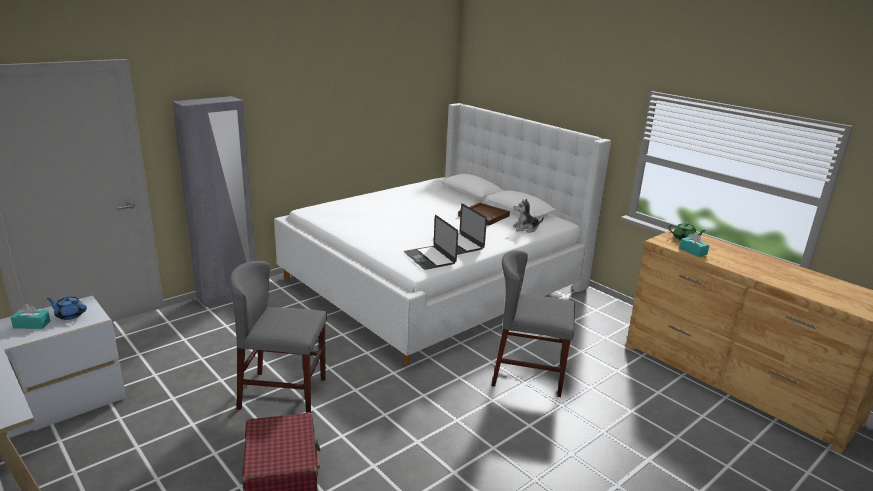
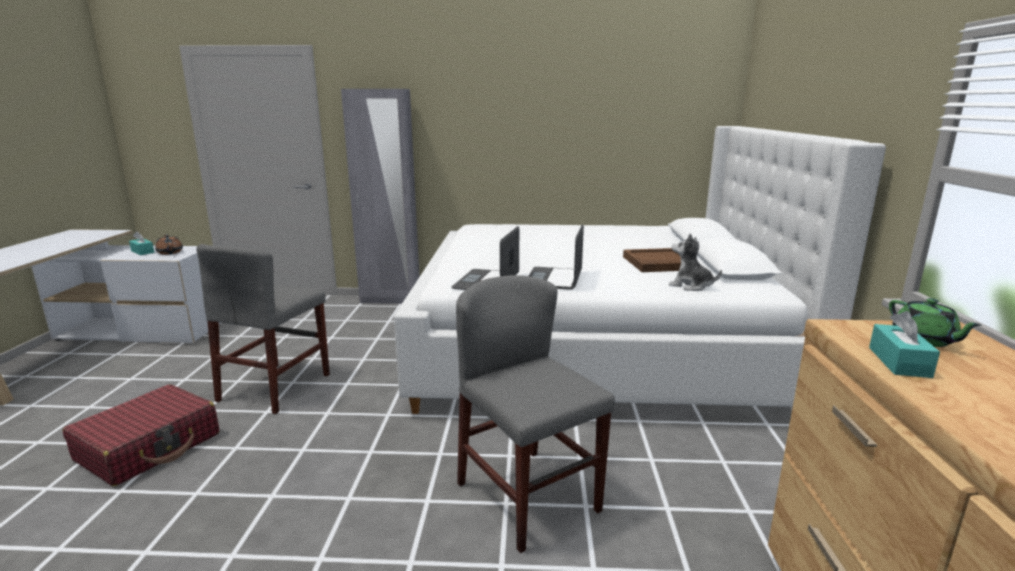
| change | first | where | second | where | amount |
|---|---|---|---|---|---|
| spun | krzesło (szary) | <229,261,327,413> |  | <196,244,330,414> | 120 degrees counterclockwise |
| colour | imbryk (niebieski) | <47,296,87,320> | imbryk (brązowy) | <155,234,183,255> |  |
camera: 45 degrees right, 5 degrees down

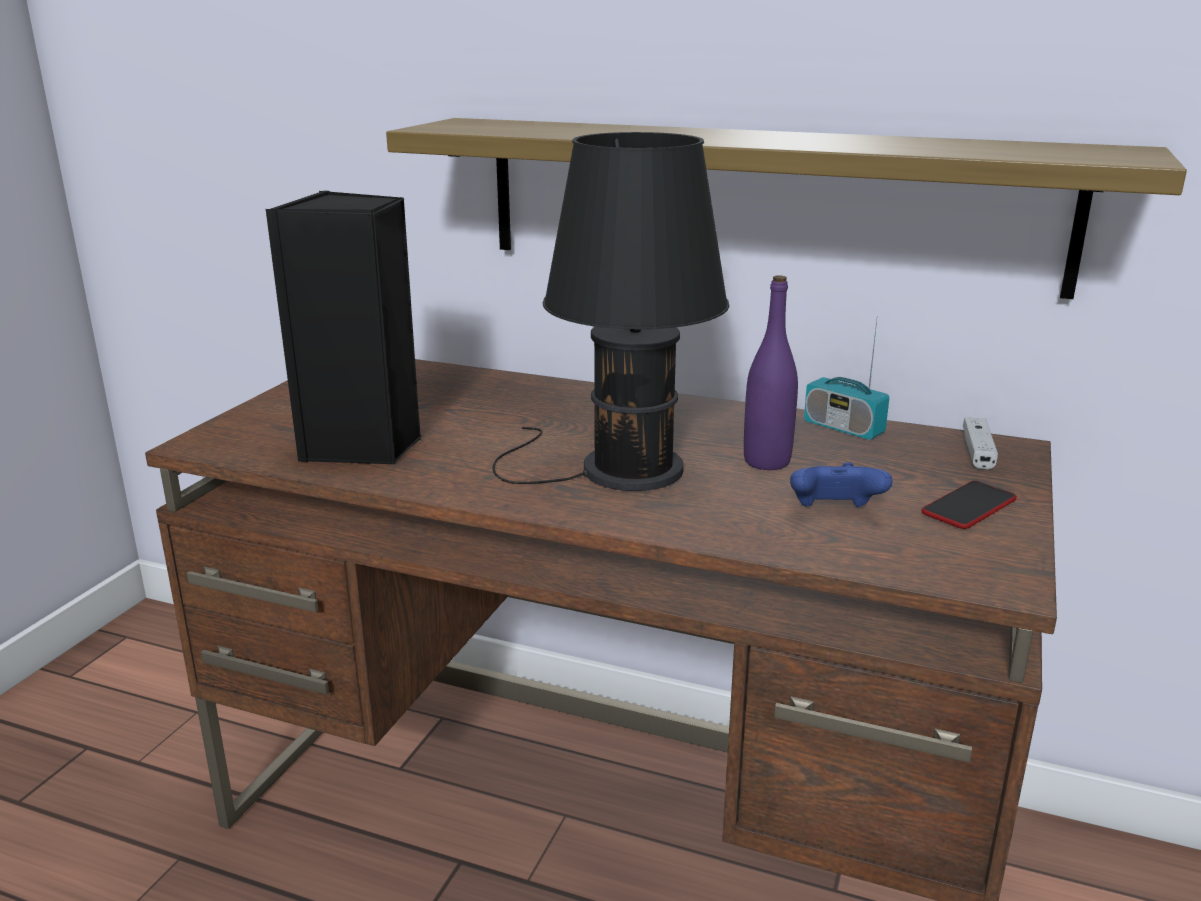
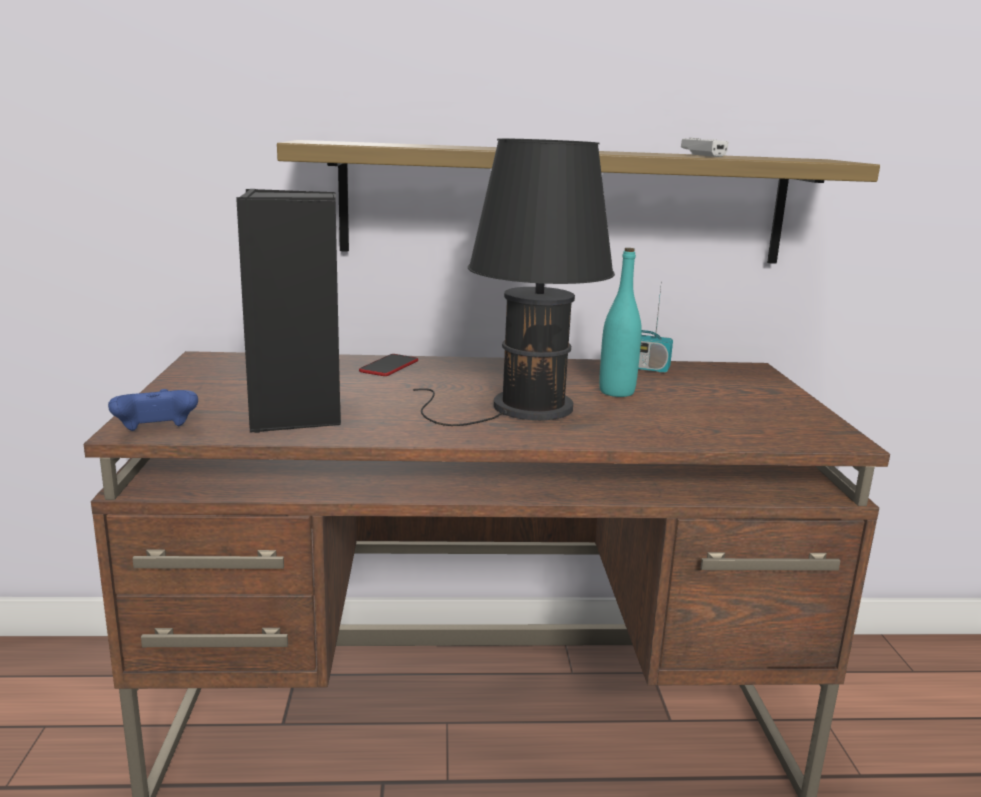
| change | first | where | second | where | amount |
|---|---|---|---|---|---|
| colour | butelka (fioletowy) | <744,275,798,470> | butelka (turkusowy) | <599,248,642,397> |  |
| relocated | pad do gier (biały) | <963,417,998,470> |  | <681,138,728,157> |  |
| relocated | pad do gier (niebieski) | <790,462,893,507> |  | <108,389,198,431> |  |
| relocated | telefon | <921,481,1017,529> |  | <359,354,418,376> |  |
camera: 25 degrees left, 5 degrees down

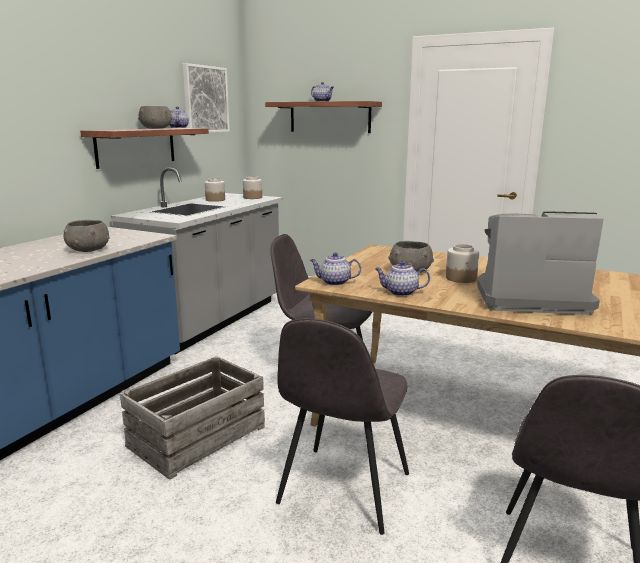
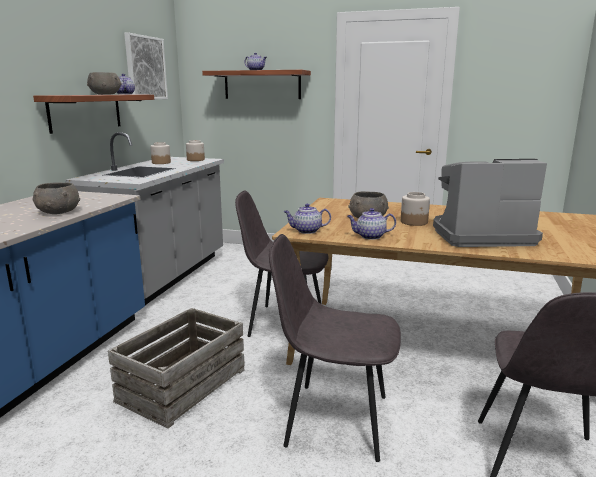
| change | first | where | second | where | amount |
|---|---|---|---|---|---|
| spun | krzesło (szary) | <276,318,409,535> |  | <269,234,401,462> | 90 degrees clockwise |
camera: 10 degrees left, 0 degrees up

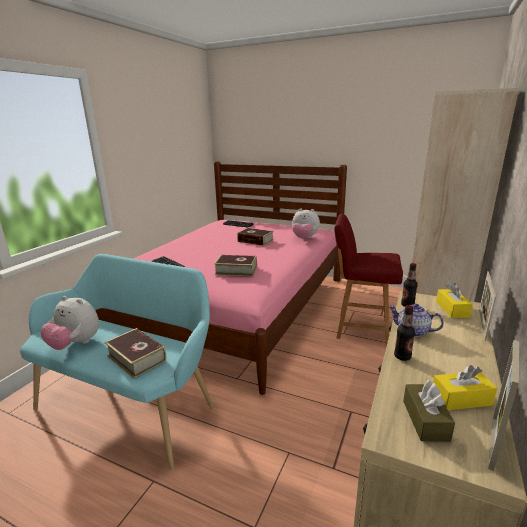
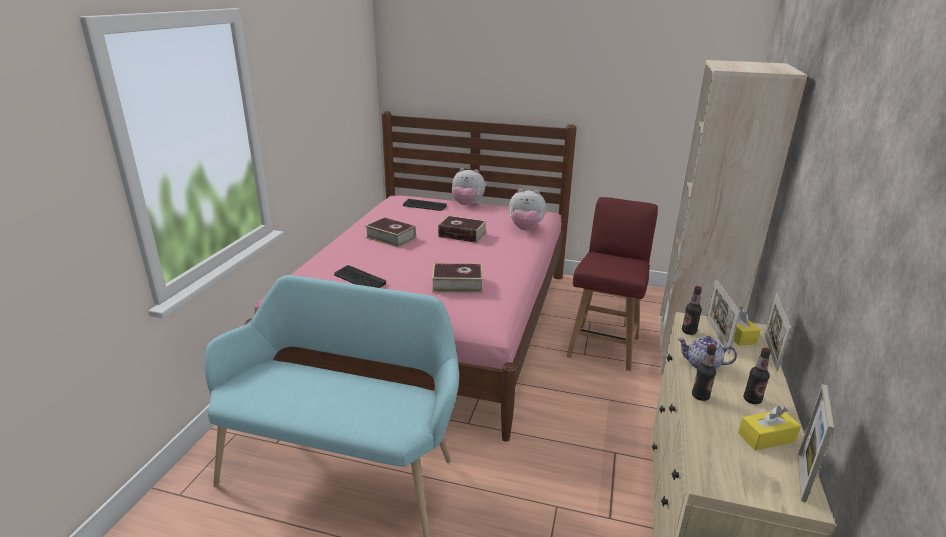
| change | first | where | second | where | amount |
|---|---|---|---|---|---|
| spun | krzesło (czerwony) | <335,214,403,345> |  | <567,197,658,371> | 105 degrees clockwise |
| relocated | pluszak | <40,296,99,350> |  | <452,168,485,205> |  |
| relocated | książka | <104,328,166,378> |  | <365,217,416,248> |  |
| missing | pudełko chusteczek (brązowy) | <403,380,455,442> |  |  |  |
| appeared |  |  | ramka na zdjęcie | <707,279,740,354> |  |
| appeared |  |  | butelka | <744,348,771,404> |  |
camera: 10 degrees left, 5 degrees up

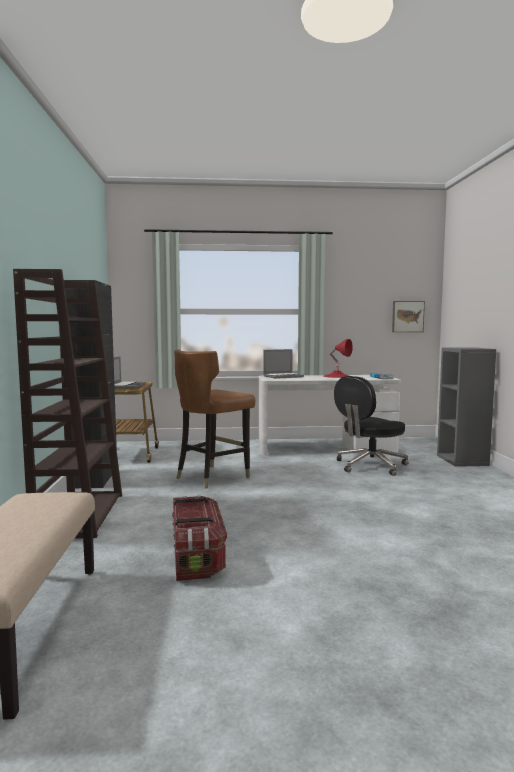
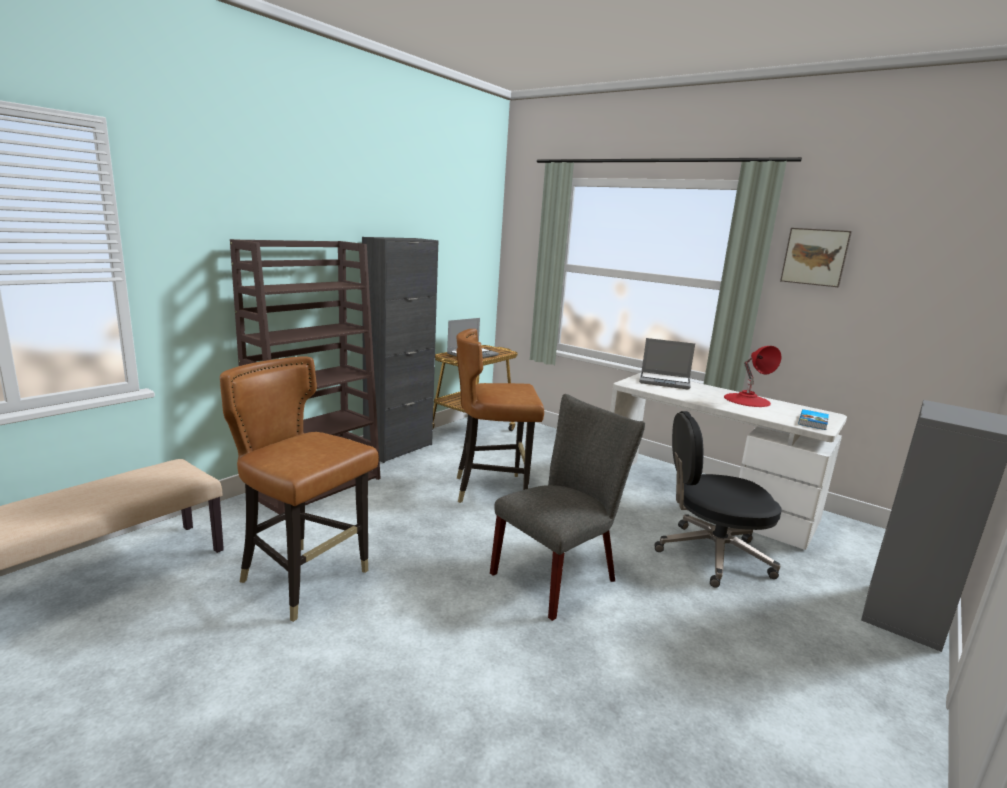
| change | first | where | second | where | amount |
|---|---|---|---|---|---|
| relocated | obraz | <392,301,425,332> |  | <780,228,852,287> |  |
| exchanged | pojemnik do przechowywania | <172,495,227,581> | krzesło (brązowy) | <220,356,379,622> |  |
| appeared |  |  | krzesło (szary) | <490,394,645,621> |  |
camera: 40 degrees right, 10 degrees up

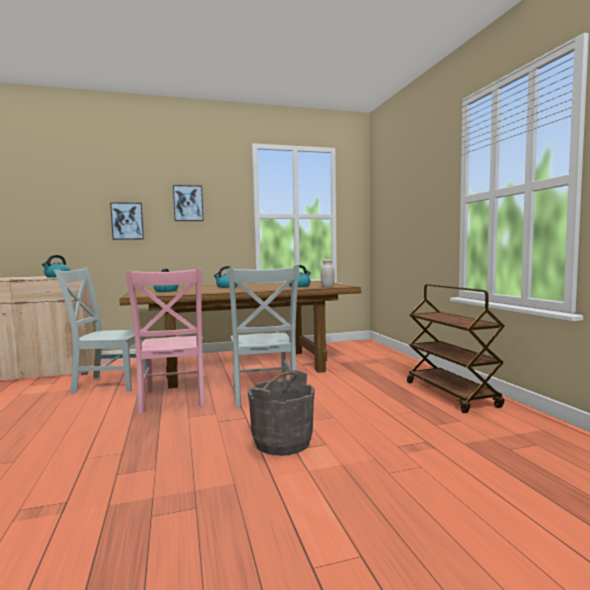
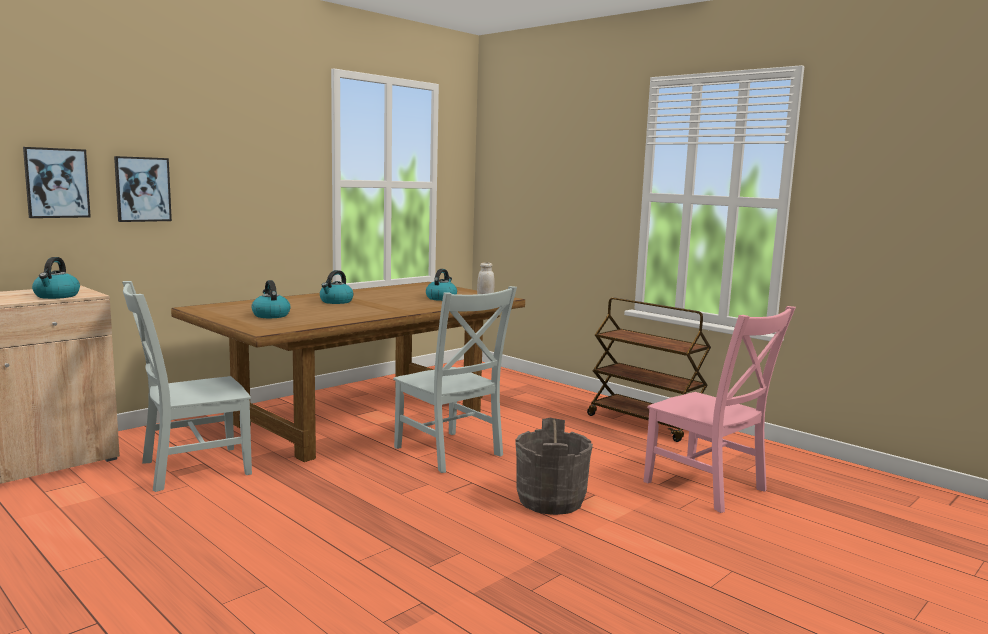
| change | first | where | second | where | amount |
|---|---|---|---|---|---|
| relocated | obraz | <173,185,204,221> |  | <23,147,91,218> |  |
| relocated | krzesło (różowy) | <125,268,205,413> |  | <643,306,796,513> |  |
camera: 30 degrees left, 5 degrees up

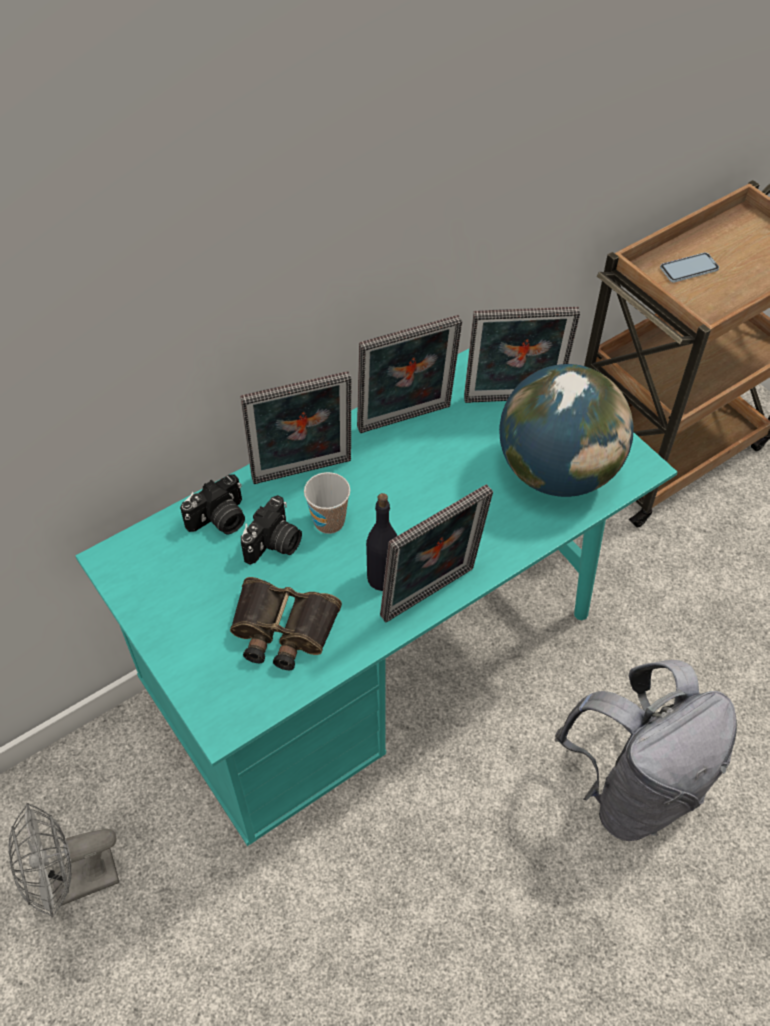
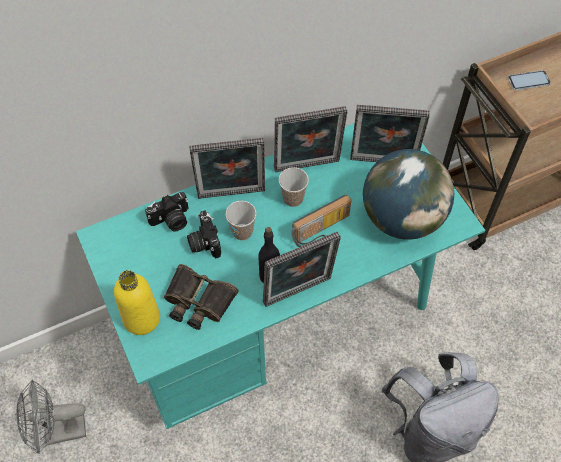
| change | first | where | second | where | amount |
|---|---|---|---|---|---|
| spun | aparat fotograficzny | <241,495,302,565> |  | <187,210,221,258> | 120 degrees clockwise |
| appeared |  |  | filiżanka | <279,167,309,207> |  |
| appeared |  |  | radio | <291,195,351,247> |  |
| appeared |  |  | butelka (żółty) | <114,270,160,335> |  |
camera: 10 degrees right, 5 degrees up

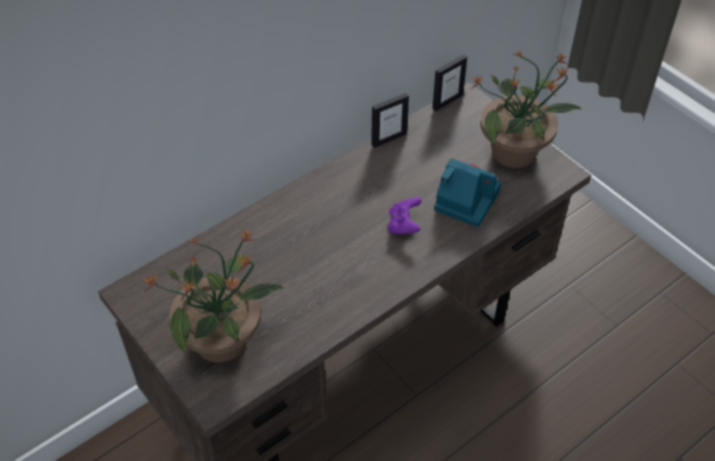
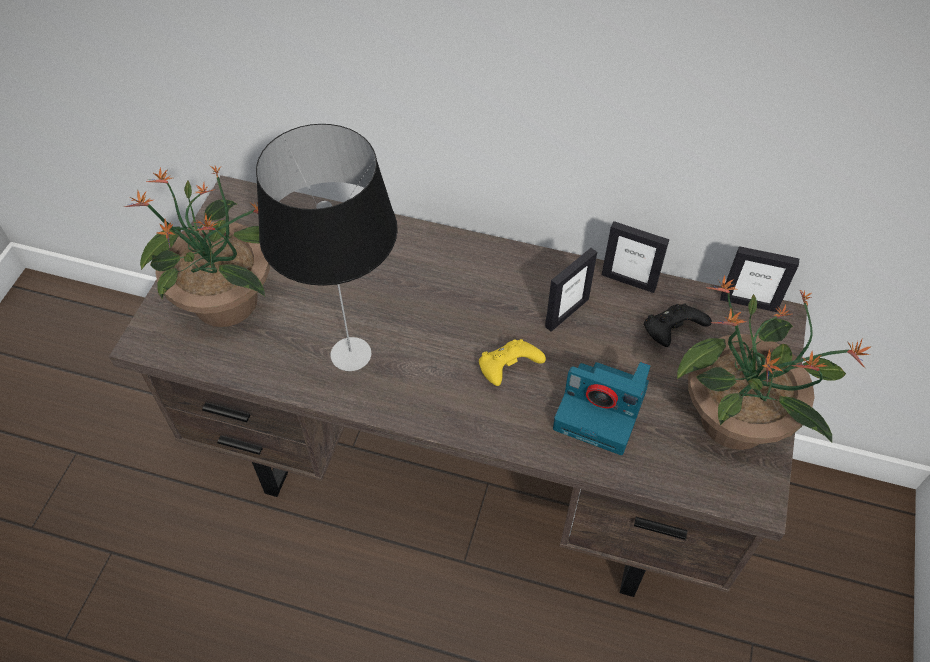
| change | first | where | second | where | amount |
|---|---|---|---|---|---|
| spun | aparat fotograficzny | <434,158,501,227> |  | <553,362,650,455> | 120 degrees clockwise |
| colour | pad do gier (fioletowy) | <388,197,422,235> | pad do gier (żółty) | <479,339,546,386> |  |
| appeared |  |  | lampa stołowa | <256,124,398,371> |  |
| appeared |  |  | ramka na zdjęcie | <545,248,597,332> |  |
| appeared |  |  | pad do gier (czarny) | <644,303,712,347> |  |
camera: 55 degrees right, 5 degrees up

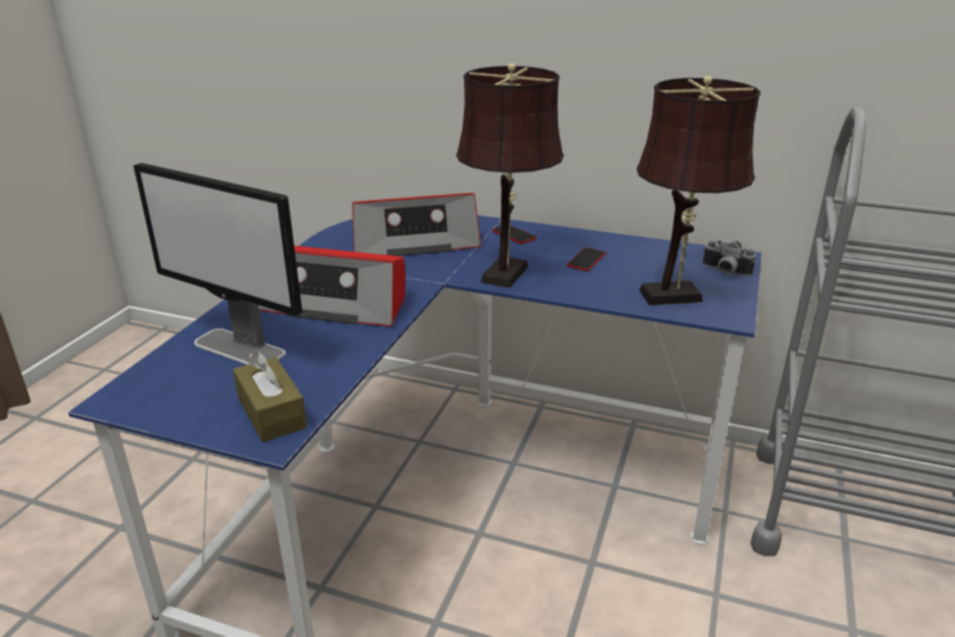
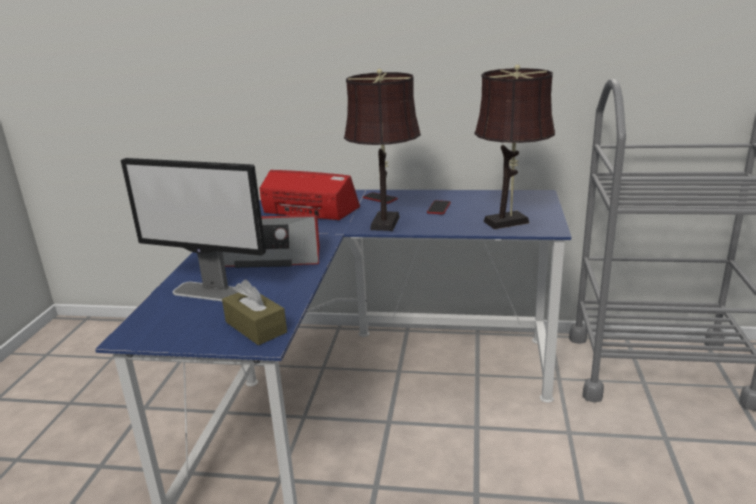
| change | first | where | second | where | amount |
|---|---|---|---|---|---|
| spun | radio | <352,193,481,256> |  | <260,170,360,220> | 135 degrees counterclockwise |
| missing | aparat fotograficzny | <703,240,756,277> |  |  |  |
camera: 10 degrees left, 5 degrees down

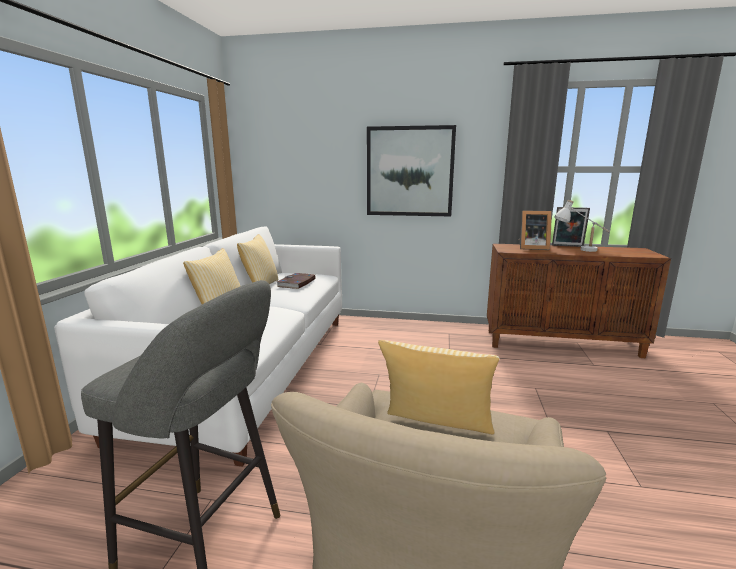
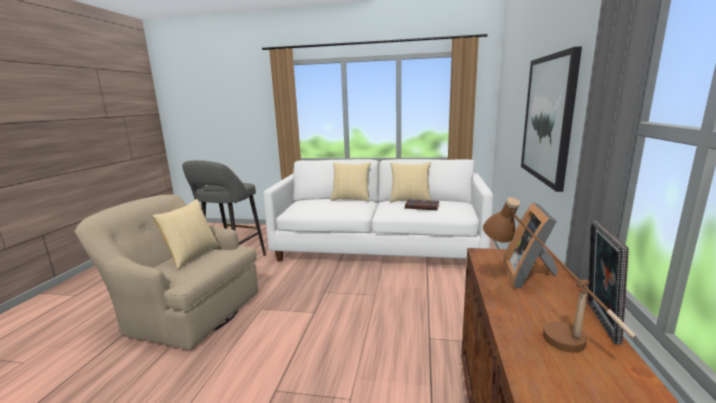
| change | first | where | second | where | amount |
|---|---|---|---|---|---|
| colour | lampa stołowa (biały) | <554,200,610,252> | lampa stołowa (brązowy) | <483,197,637,353> |  |
camera: 90 degrees right, 0 degrees up

